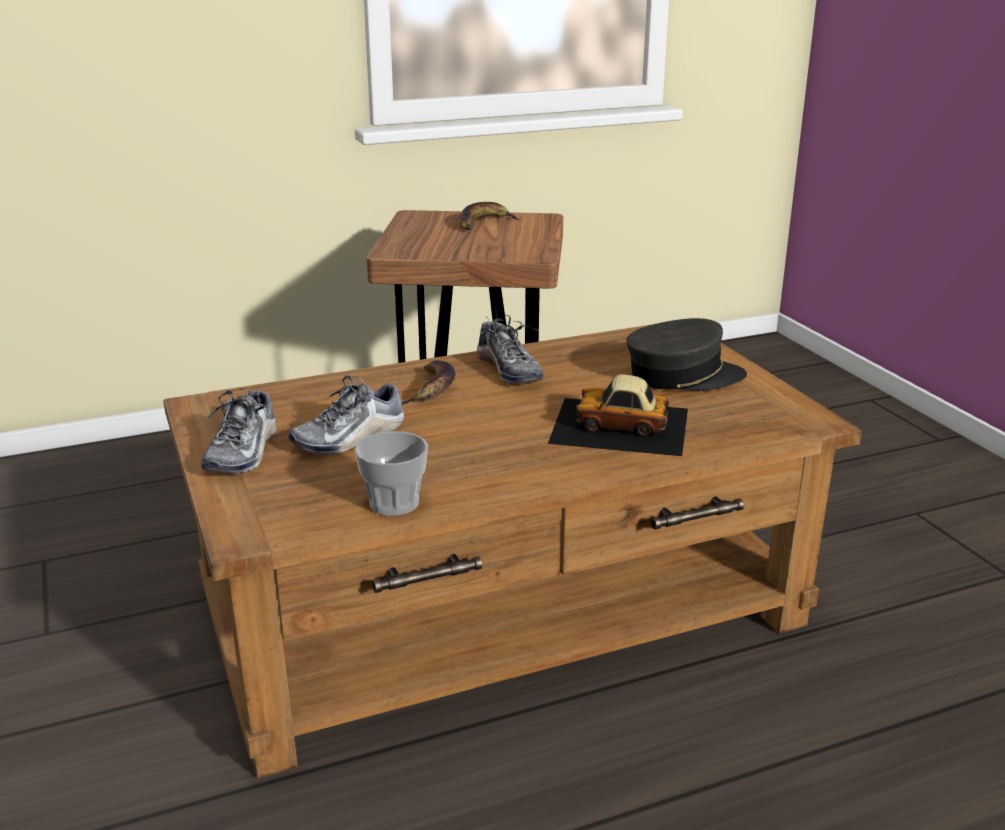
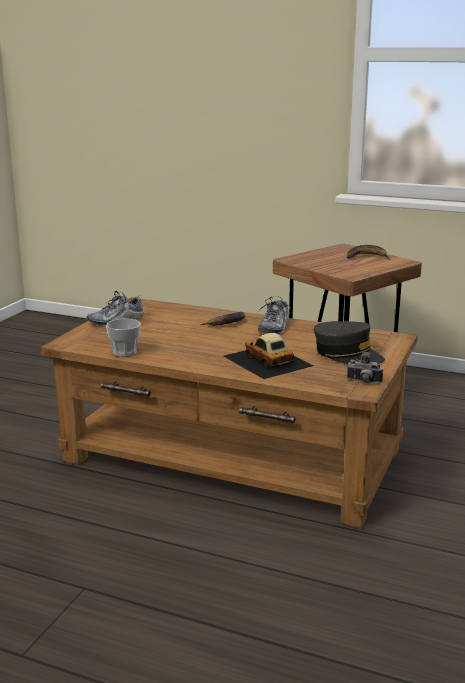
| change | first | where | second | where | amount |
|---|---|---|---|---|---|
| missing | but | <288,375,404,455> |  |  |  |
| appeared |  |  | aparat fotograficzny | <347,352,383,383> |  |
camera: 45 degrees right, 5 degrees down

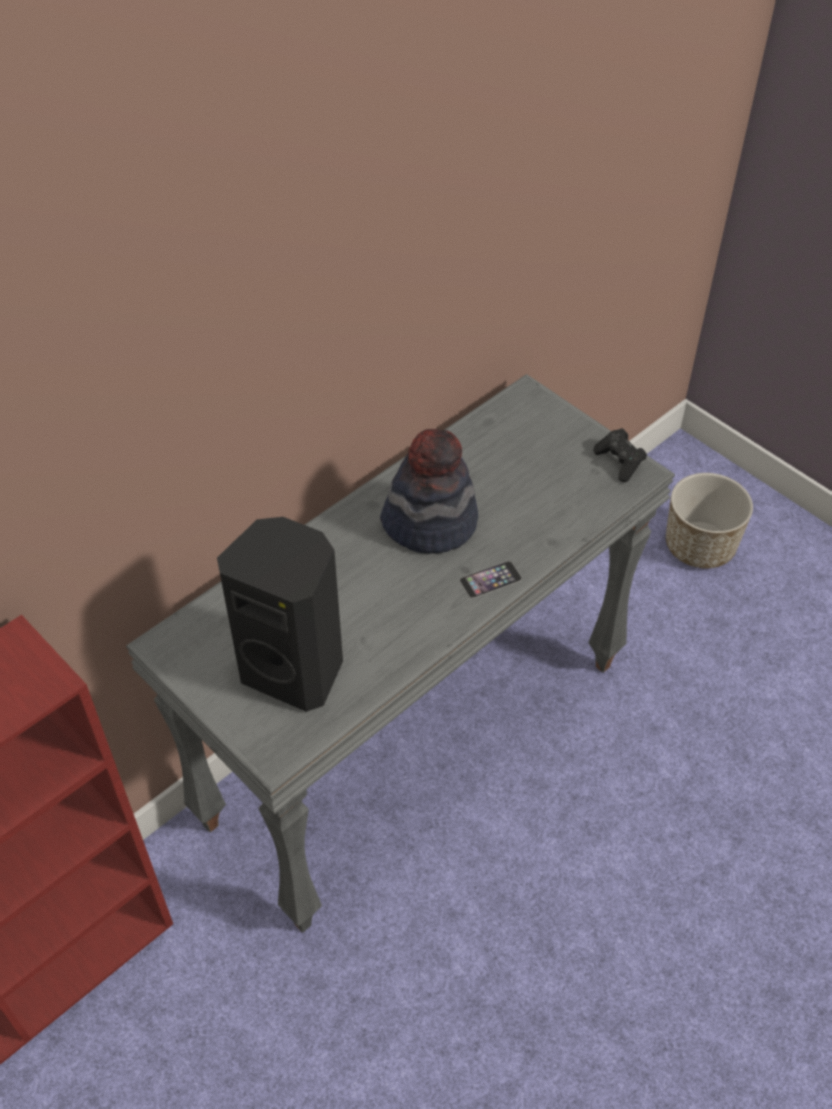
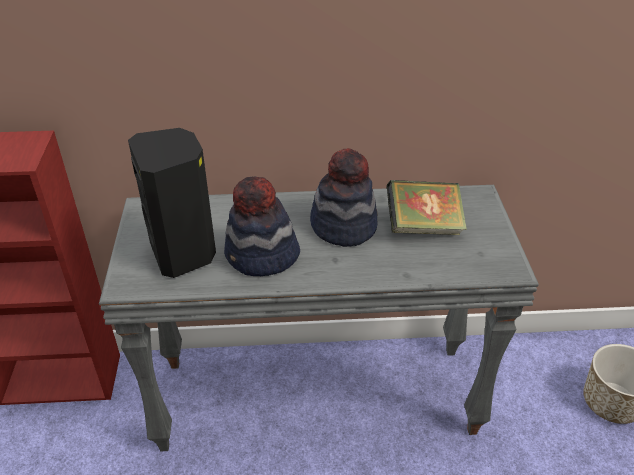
| change | first | where | second | where | amount |
|---|---|---|---|---|---|
| missing | pad do gier (czarny) | <593,428,647,482> |  |  |  |
| missing | telefon | <459,561,522,598> |  |  |  |
| appeared |  |  | kapelusz | <224,176,300,276> |  |
| appeared |  |  | książka | <387,180,467,235> |  |
camera: 40 degrees right, 10 degrees down

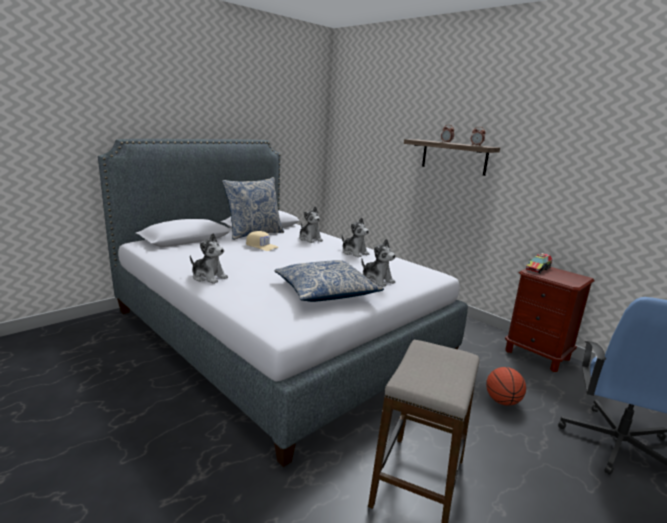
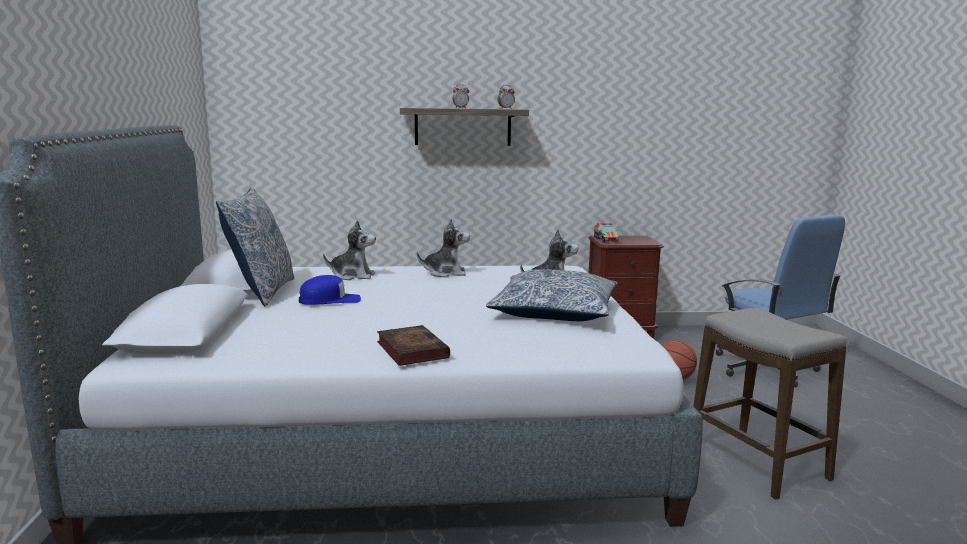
| change | first | where | second | where | amount |
|---|---|---|---|---|---|
| colour | czapka z daszkiem (beżowy) | <246,231,279,251> | czapka z daszkiem (niebieski) | <299,275,361,305> |  |
| exchanged | pluszak | <190,233,228,284> | książka | <377,325,450,366> |  |
camera: 50 degrees left, 5 degrees down

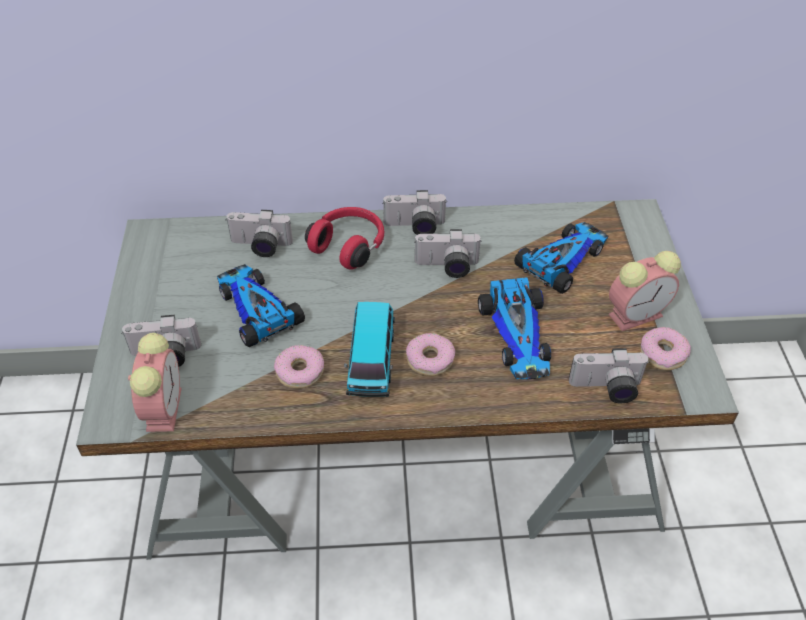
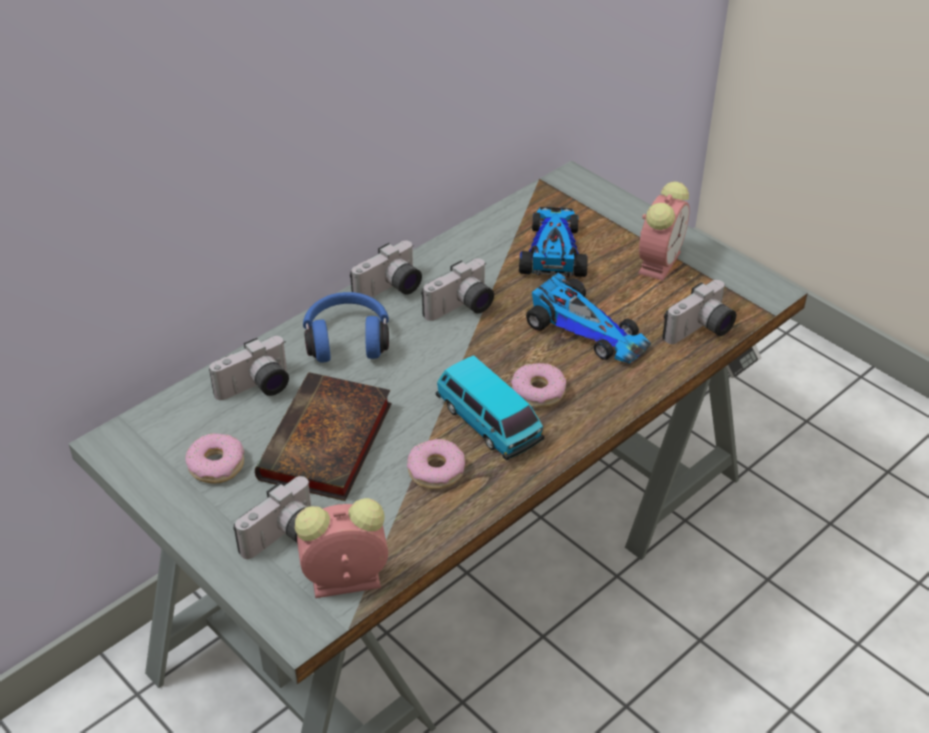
| change | first | where | second | where | amount |
|---|---|---|---|---|---|
| colour | słuchawki (czerwony) | <305,207,385,270> | słuchawki (niebieski) | <303,292,389,363> |  |
| exchanged | samochodzik | <217,264,305,347> | książka | <255,372,391,501> |  |
| relocated | donut | <640,327,691,370> |  | <185,433,244,484> |  |
| spun | budzik | <128,333,182,432> |  | <295,498,388,598> | 60 degrees counterclockwise |
camera: 40 degrees left, 5 degrees down

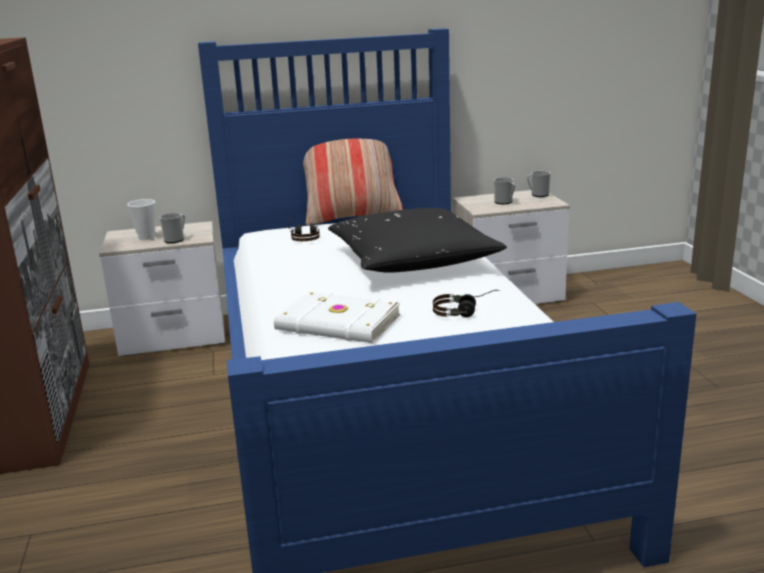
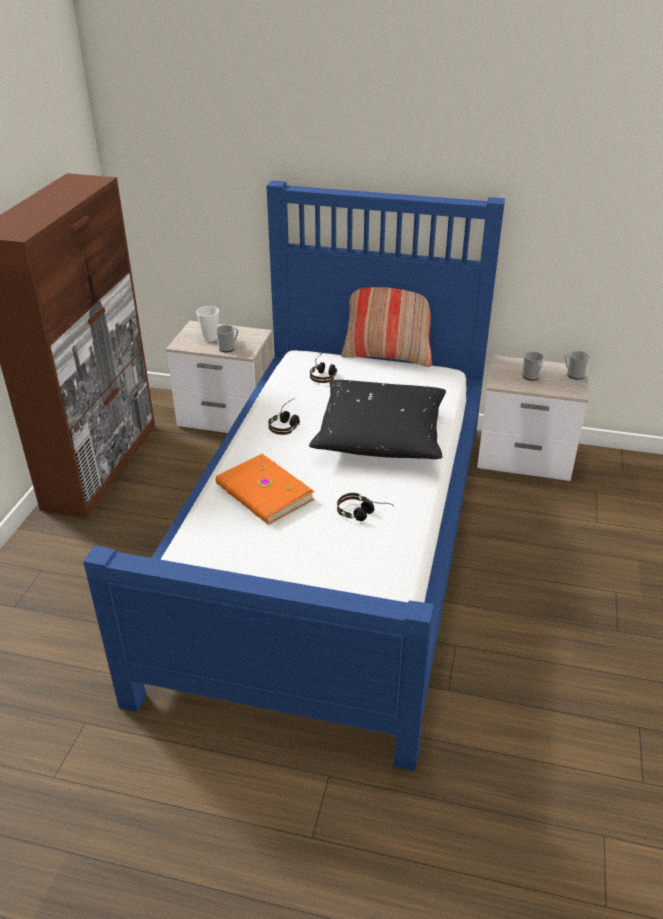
| change | first | where | second | where | amount |
|---|---|---|---|---|---|
| colour | książka (biały) | <274,291,401,343> | książka (pomarańczowy) | <215,454,314,525> |  |
| appeared |  |  | słuchawki | <268,398,300,435> |  |
camera: 25 degrees right, 15 degrees up

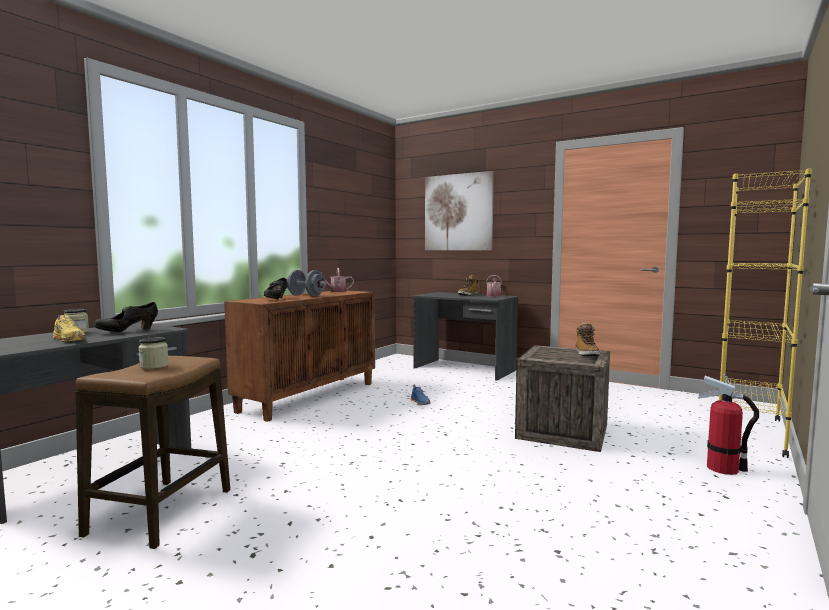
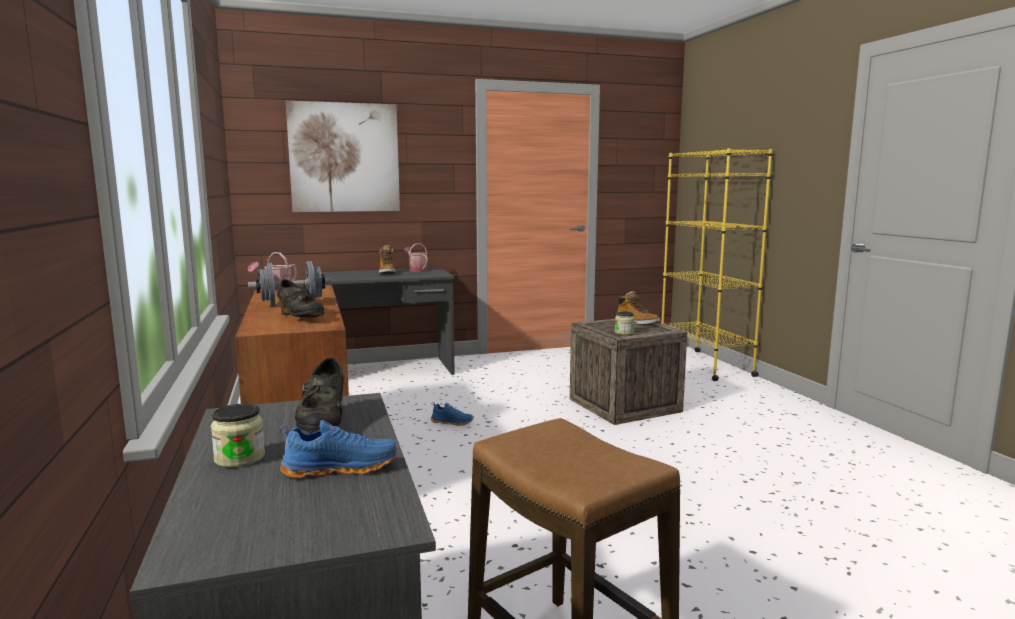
| change | first | where | second | where | amount |
|---|---|---|---|---|---|
| colour | but (żółty) | <53,315,86,342> | but (niebieski) | <280,420,399,478> |  |
| relocated | słoik | <138,337,169,369> |  | <615,311,635,335> |  |
| missing | gaśnica | <698,374,759,475> |  |  |  |
camera: 50 degrees left, 5 degrees up

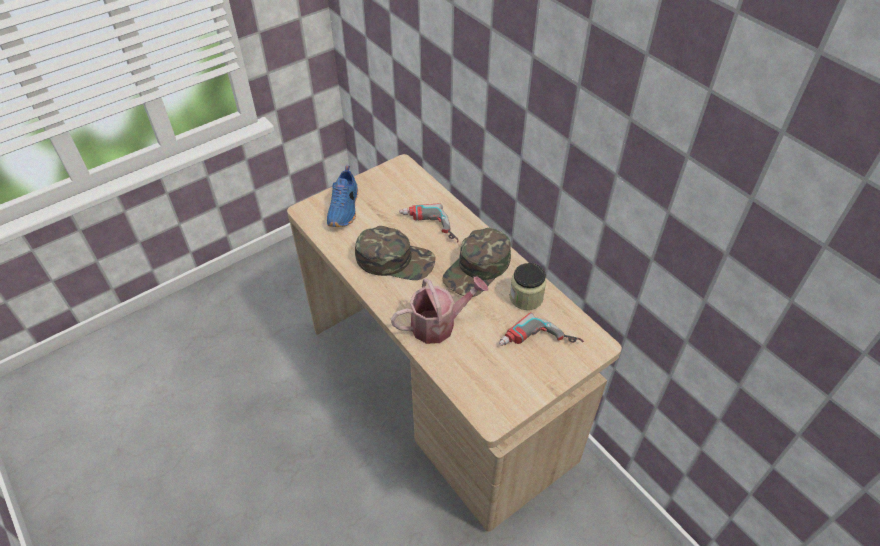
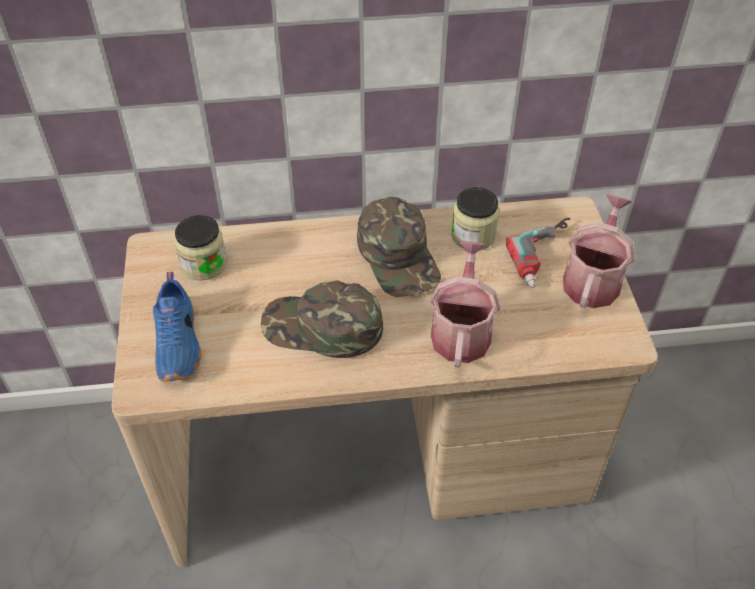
| change | first | where | second | where | amount |
|---|---|---|---|---|---|
| spun | but (niebieski) | <327,165,358,227> |  | <153,272,202,381> | 45 degrees clockwise |
| missing | wiertarka | <399,203,459,242> |  |  |  |
| spun | czapka z daszkiem (zielony) | <355,226,435,280> |  | <261,281,383,358> | 120 degrees counterclockwise |
| appeared |  |  | konewka | <563,194,635,308> |  |
| appeared |  |  | słoik | <175,215,227,280> |  |
camera: 60 degrees left, 0 degrees up

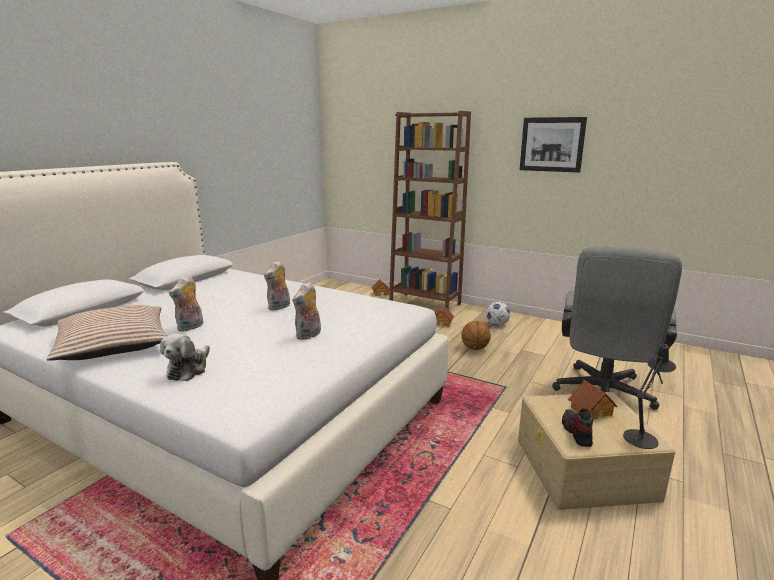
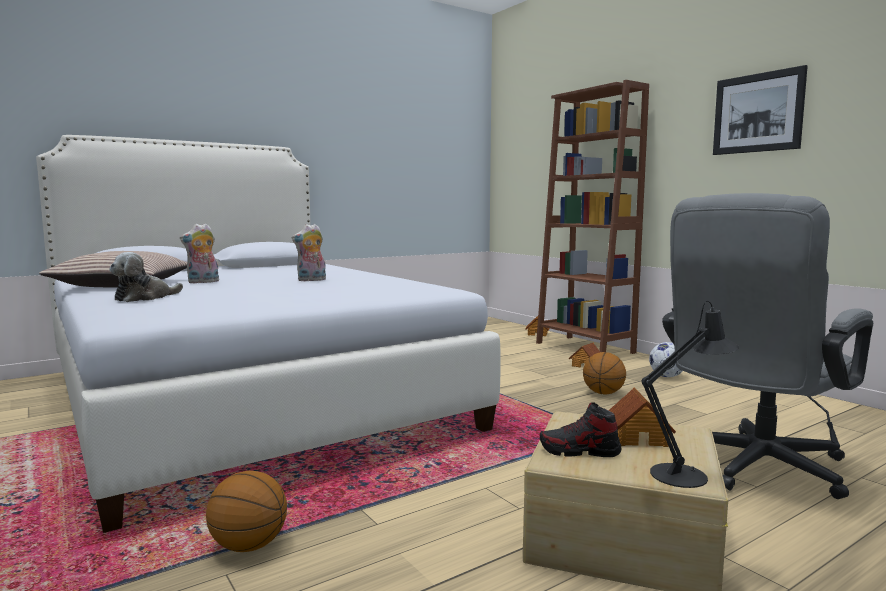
| change | first | where | second | where | amount |
|---|---|---|---|---|---|
| missing | pluszak | <292,281,321,340> |  |  |  |
| spun | but | <562,408,593,447> |  | <540,402,621,457> | 105 degrees counterclockwise |
| appeared |  |  | piłka do koszykówki | <206,471,287,552> |  |
camera: 25 degrees right, 10 degrees down

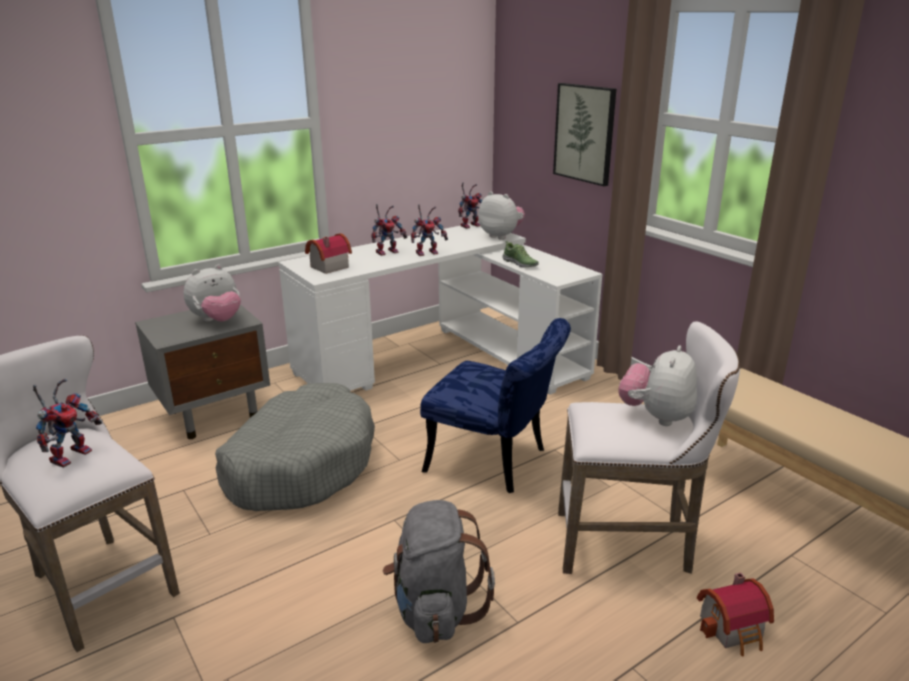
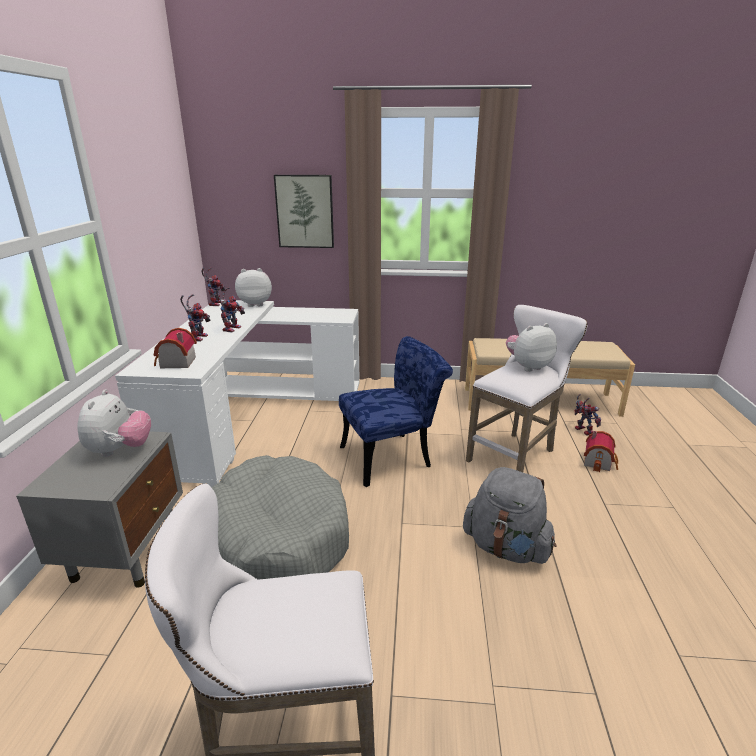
| change | first | where | second | where | amount |
|---|---|---|---|---|---|
| missing | but | <502,241,539,267> |  |  |  |
| spun | pluszak | <619,345,697,426> |  | <506,323,557,372> | 90 degrees clockwise |
| relocated | robot zabawkowy | <33,379,102,468> |  | <575,394,601,435> |  |
camera: 50 degrees left, 0 degrees up

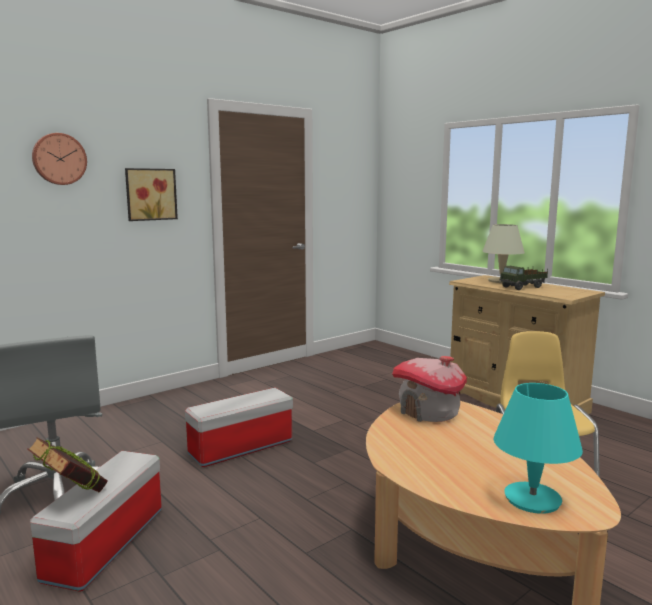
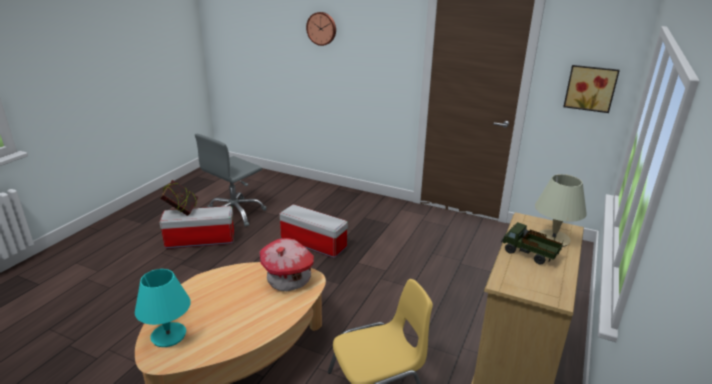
| change | first | where | second | where | amount |
|---|---|---|---|---|---|
| relocated | obraz | <125,168,178,221> |  | <563,65,620,113> |  |
camera: 65 degrees right, 15 degrees up

